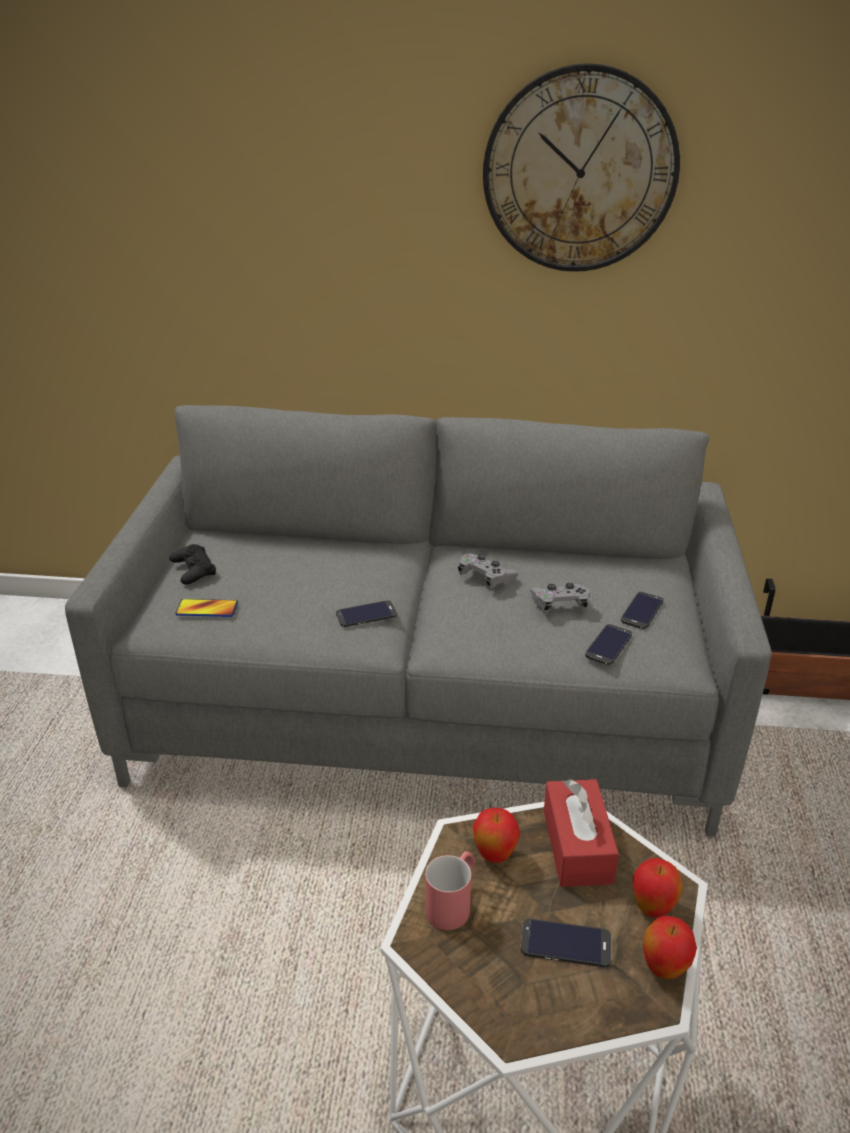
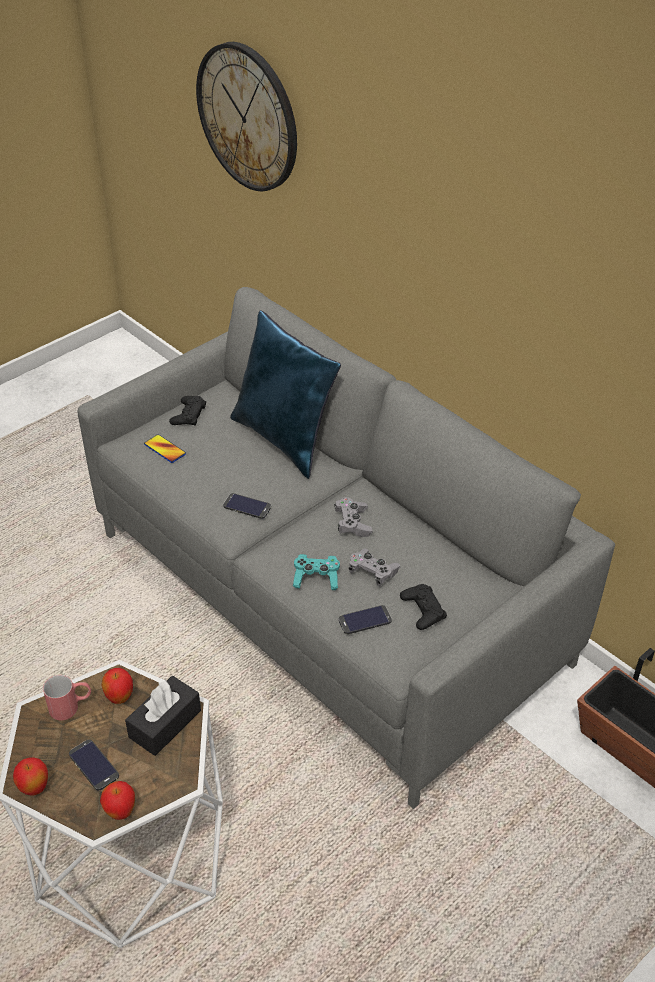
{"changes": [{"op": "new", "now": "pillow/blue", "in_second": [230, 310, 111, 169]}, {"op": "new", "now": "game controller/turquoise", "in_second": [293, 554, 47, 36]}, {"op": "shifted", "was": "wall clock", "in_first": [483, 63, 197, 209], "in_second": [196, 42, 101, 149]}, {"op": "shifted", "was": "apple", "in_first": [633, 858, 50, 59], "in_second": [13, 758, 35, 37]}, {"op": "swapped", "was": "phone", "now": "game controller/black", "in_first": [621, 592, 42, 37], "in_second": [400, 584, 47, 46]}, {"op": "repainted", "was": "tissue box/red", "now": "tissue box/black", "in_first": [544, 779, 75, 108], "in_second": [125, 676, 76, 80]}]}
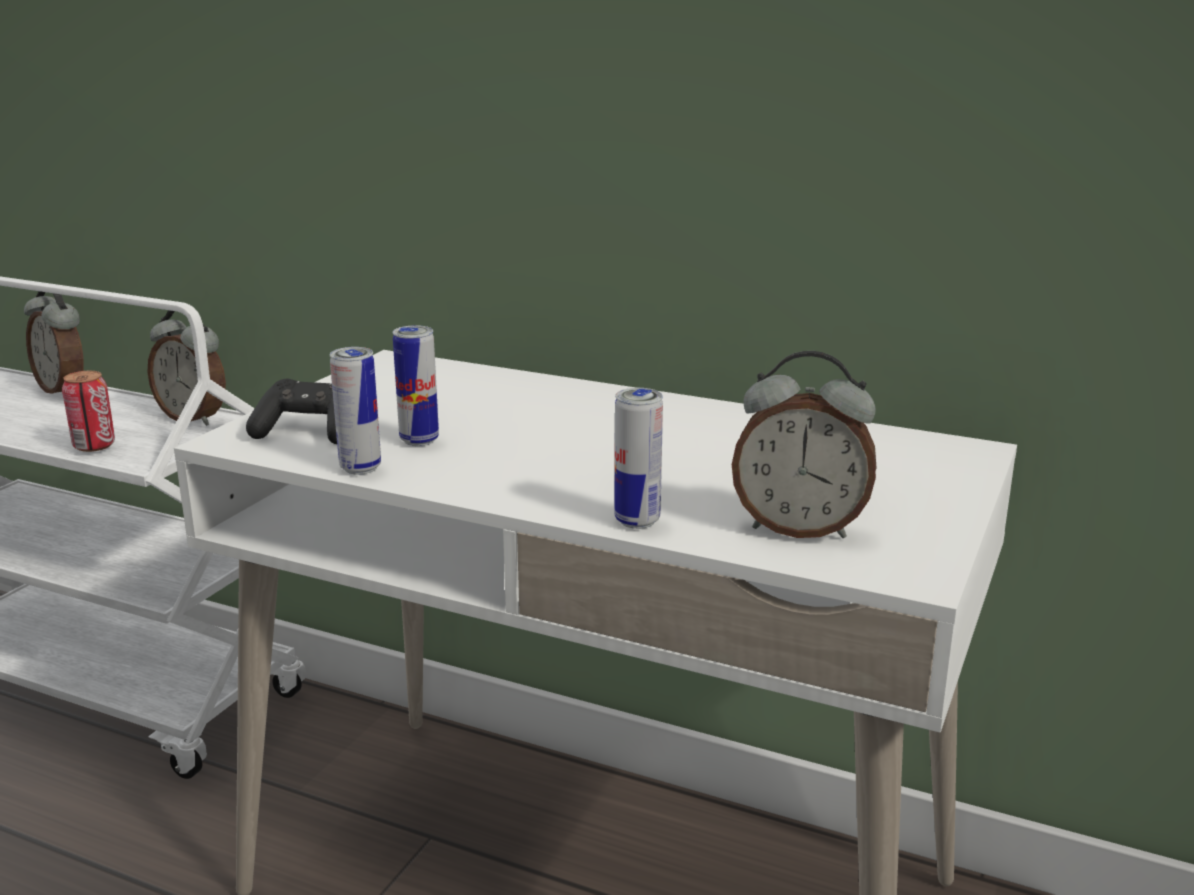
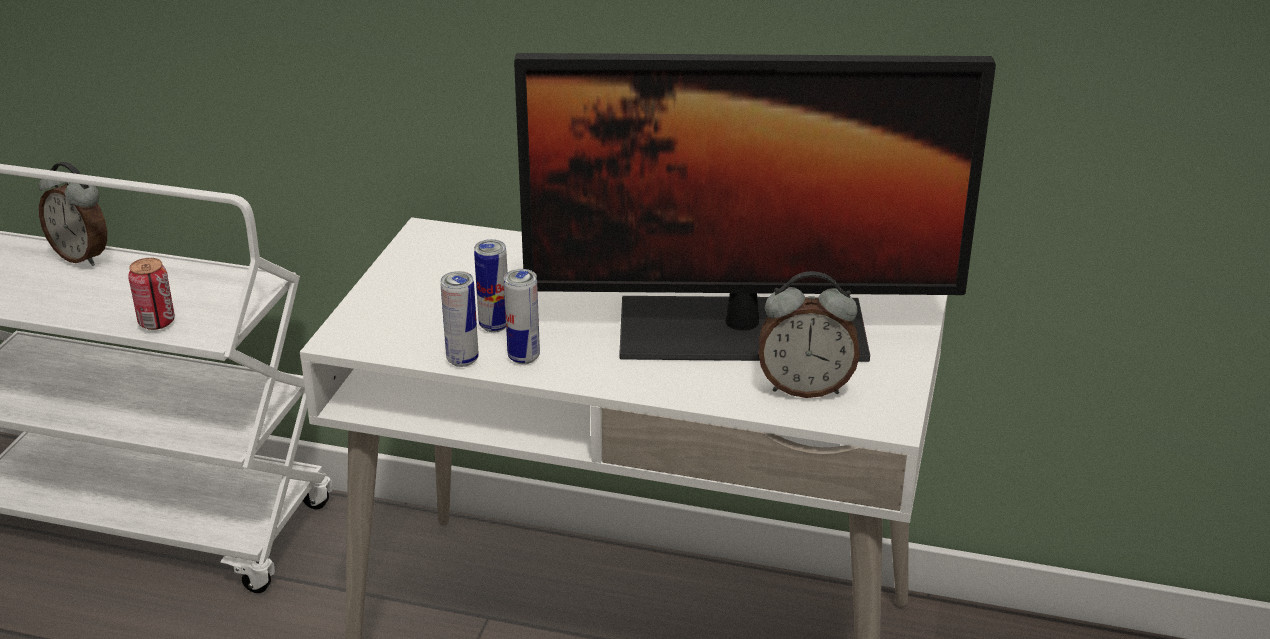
{"changes": [{"op": "gone", "was": "alarm clock", "in_first": [148, 310, 78, 116]}, {"op": "gone", "was": "game controller/black", "in_first": [246, 379, 91, 65]}, {"op": "new", "now": "monitor", "in_second": [514, 53, 482, 309]}, {"op": "shifted", "was": "can", "in_first": [614, 388, 49, 141], "in_second": [504, 269, 36, 95]}]}
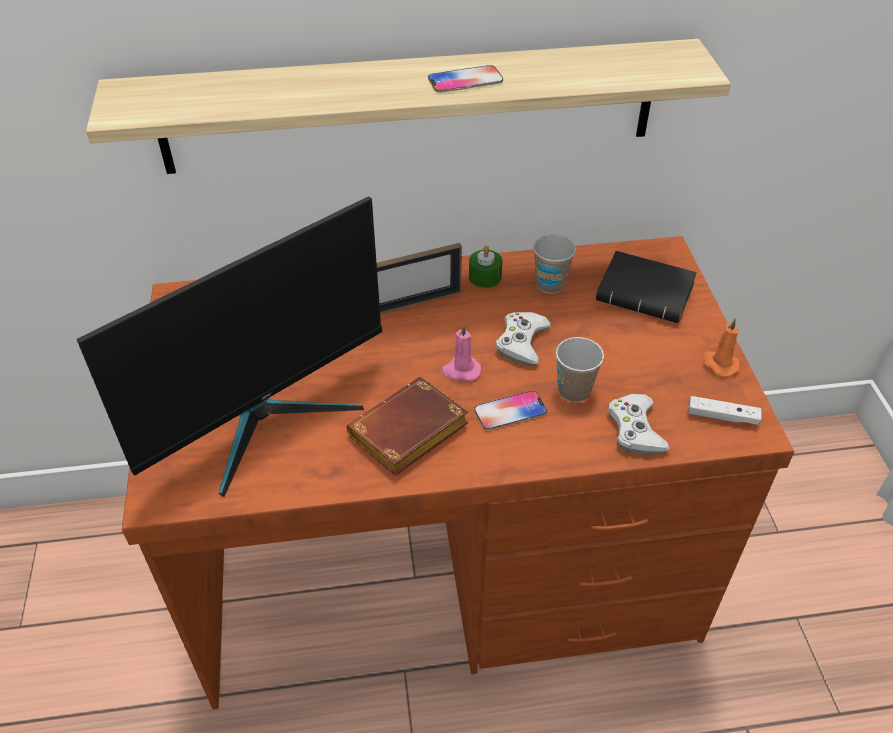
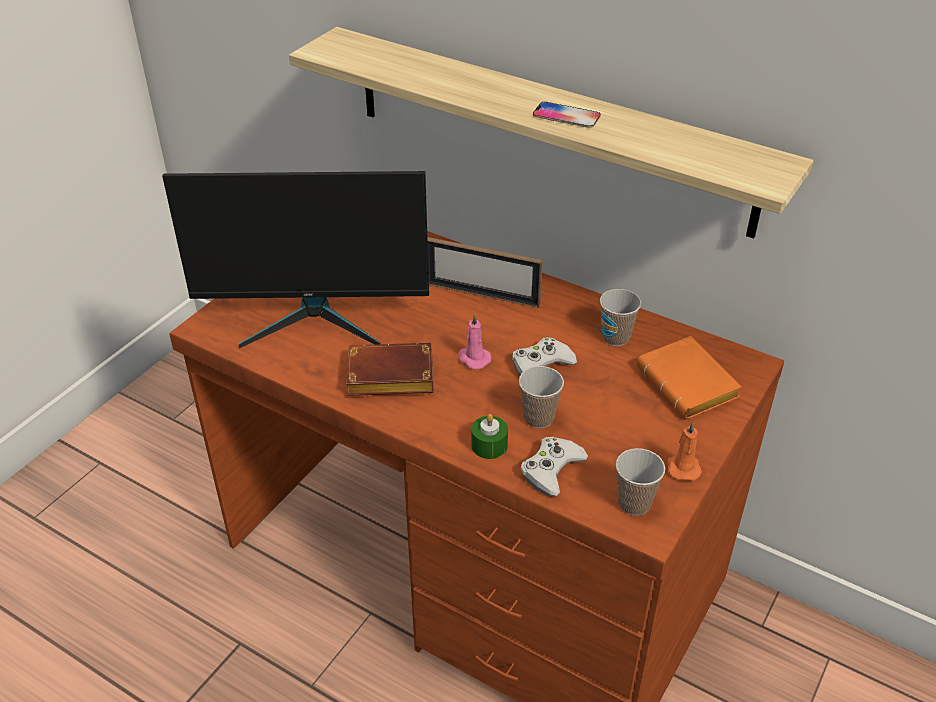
{"changes": [{"op": "gone", "was": "phone", "in_first": [474, 391, 73, 39]}, {"op": "shifted", "was": "candle/green", "in_first": [469, 246, 33, 42], "in_second": [471, 414, 37, 45]}, {"op": "swapped", "was": "game controller/white", "now": "cup", "in_first": [688, 396, 74, 29], "in_second": [616, 448, 49, 68]}, {"op": "repainted", "was": "book/black", "now": "book/orange", "in_first": [596, 251, 101, 72], "in_second": [637, 336, 105, 83]}]}
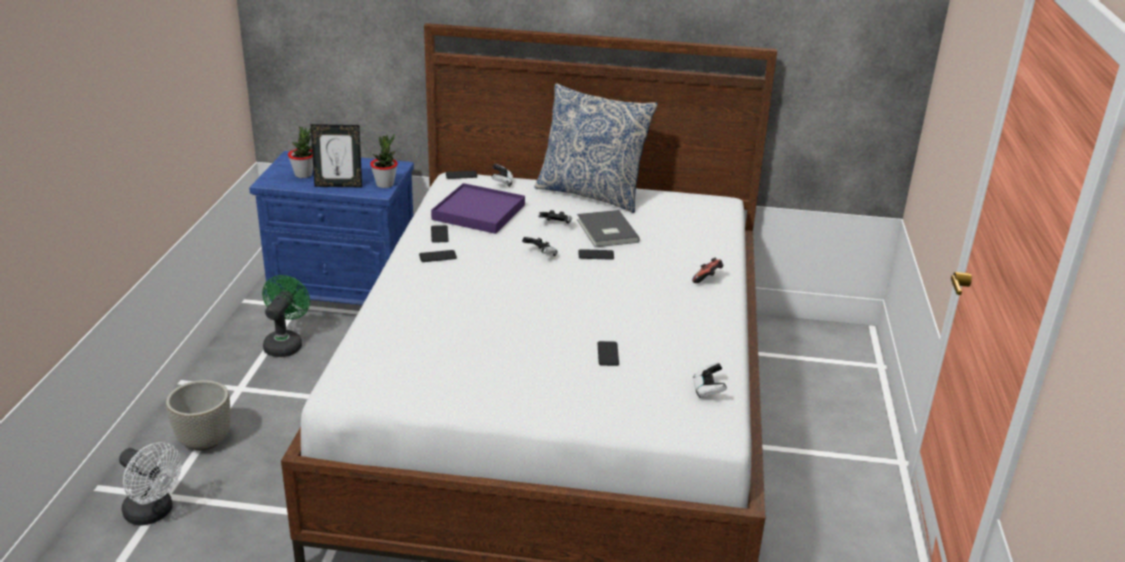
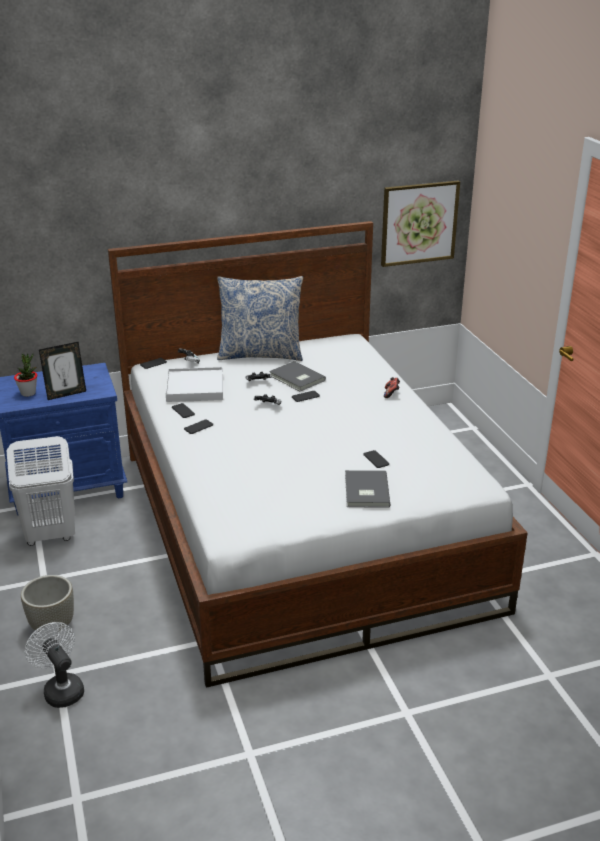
{"changes": [{"op": "gone", "was": "potted plant", "in_first": [370, 134, 28, 54]}, {"op": "gone", "was": "game controller", "in_first": [693, 363, 34, 35]}, {"op": "new", "now": "book/grey", "in_second": [345, 470, 45, 38]}, {"op": "new", "now": "picture", "in_second": [381, 181, 79, 86]}, {"op": "swapped", "was": "fan/green", "now": "laundry basket/white", "in_first": [262, 275, 48, 82], "in_second": [6, 436, 69, 110]}, {"op": "repainted", "was": "tray/purple", "now": "tray/white", "in_first": [431, 183, 94, 51], "in_second": [166, 367, 57, 35]}, {"op": "rotated", "was": "fan/white", "in_first": [119, 442, 63, 84], "in_second": [25, 622, 59, 86], "clockwise": -135}]}
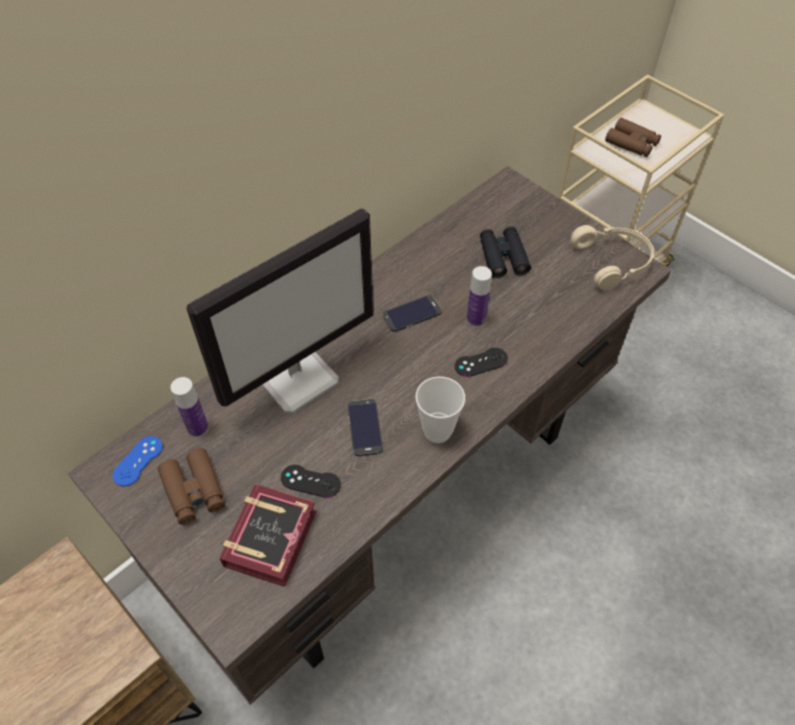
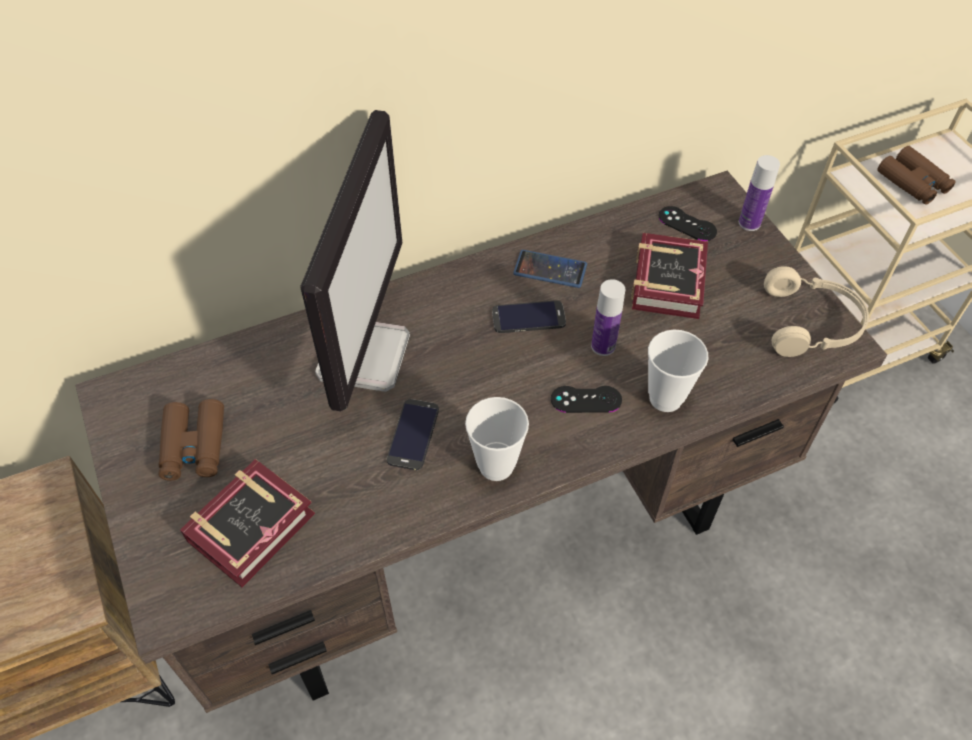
{"changes": [{"op": "gone", "was": "game controller/blue", "in_first": [112, 436, 51, 50]}, {"op": "new", "now": "phone", "in_second": [513, 250, 74, 38]}, {"op": "new", "now": "cup", "in_second": [648, 330, 60, 82]}, {"op": "shifted", "was": "bottle", "in_first": [170, 377, 39, 60], "in_second": [739, 155, 41, 76]}, {"op": "shifted", "was": "game controller/black", "in_first": [281, 465, 60, 33], "in_second": [659, 206, 58, 35]}, {"op": "swapped", "was": "binoculars/black", "now": "book", "in_first": [480, 227, 51, 51], "in_second": [631, 233, 77, 86]}, {"op": "rotated", "was": "monitor", "in_first": [186, 209, 188, 205], "in_second": [300, 110, 110, 301], "clockwise": -60}]}
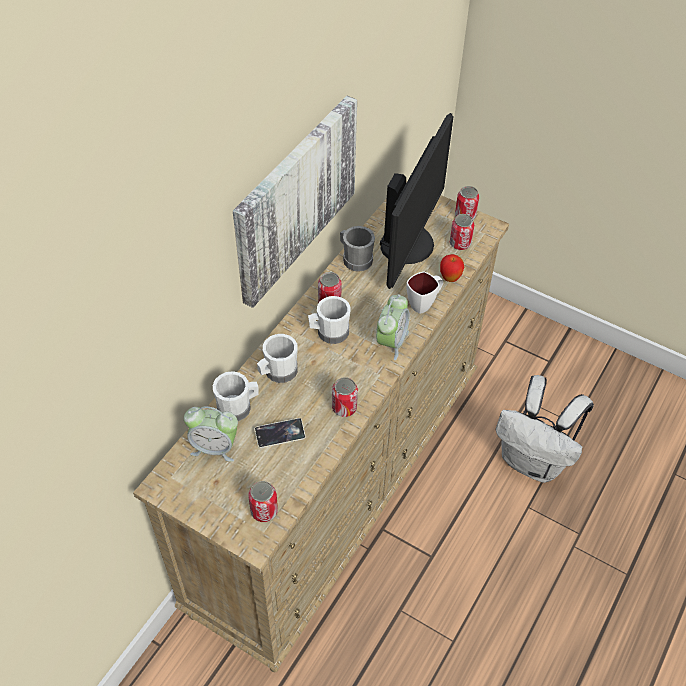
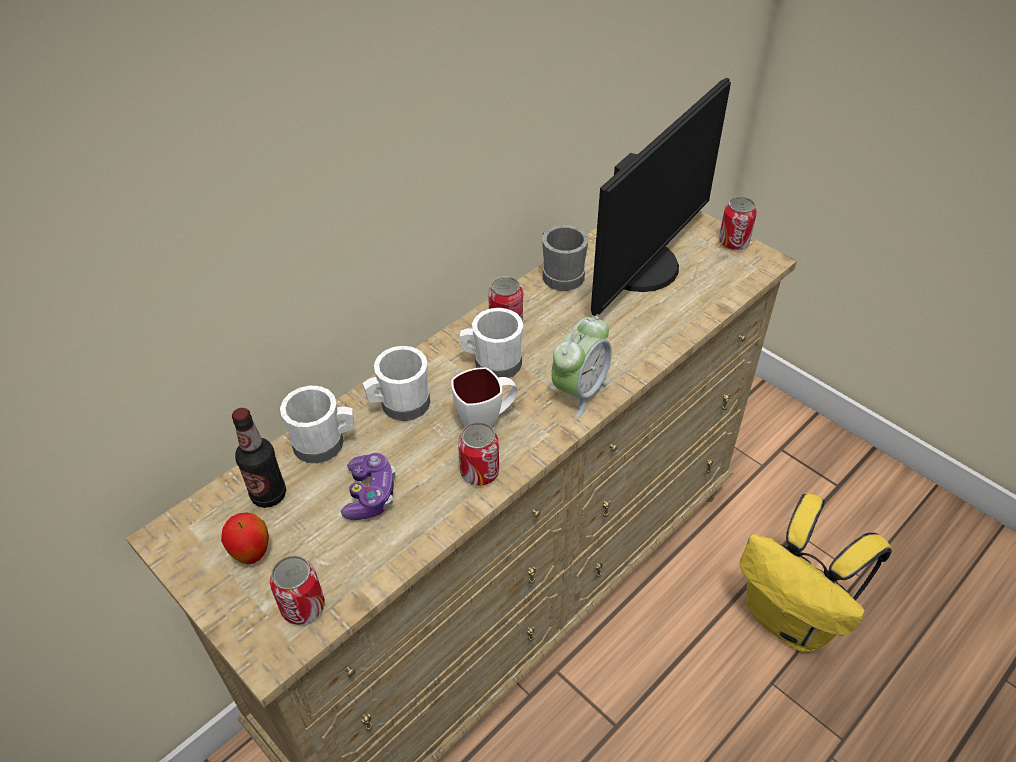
{"changes": [{"op": "gone", "was": "picture", "in_first": [233, 96, 124, 212]}, {"op": "gone", "was": "can", "in_first": [450, 214, 24, 36]}, {"op": "shifted", "was": "mug/white", "in_first": [406, 272, 37, 42], "in_second": [451, 367, 67, 61]}, {"op": "shifted", "was": "apple", "in_first": [440, 254, 24, 28], "in_second": [221, 512, 48, 52]}, {"op": "swapped", "was": "alarm clock", "now": "bottle", "in_first": [184, 407, 54, 55], "in_second": [232, 408, 54, 100]}, {"op": "swapped", "was": "phone", "now": "game controller", "in_first": [254, 418, 52, 30], "in_second": [341, 453, 54, 67]}, {"op": "repainted", "was": "backpack/white", "now": "backpack/yellow", "in_first": [496, 375, 98, 108], "in_second": [740, 494, 152, 158]}]}
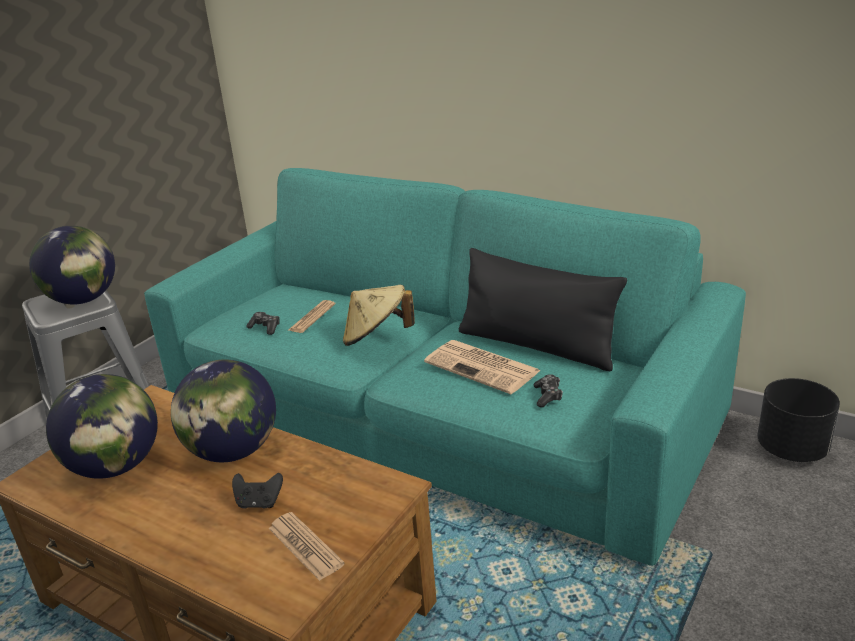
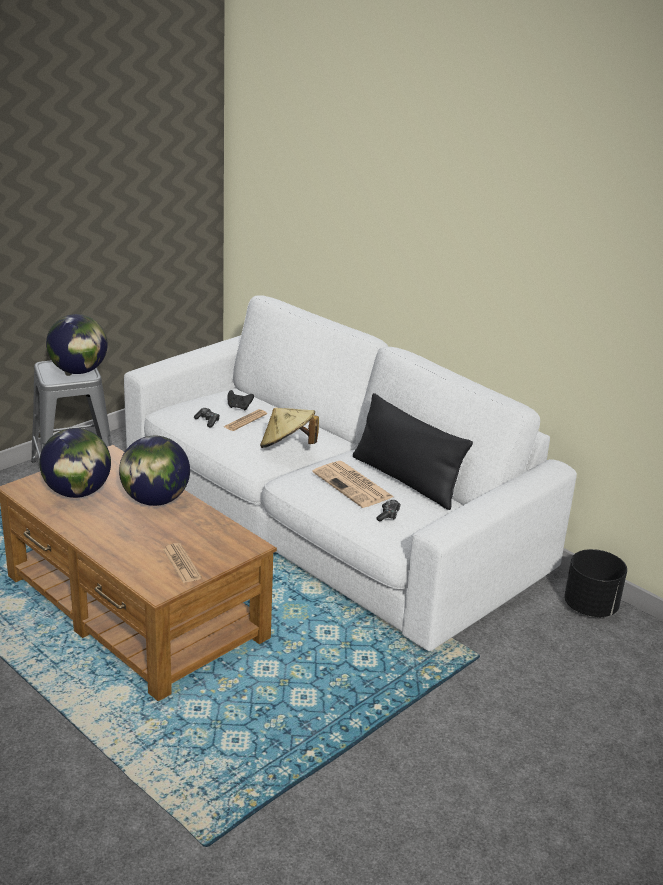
{"changes": [{"op": "shifted", "was": "game controller/black", "in_first": [232, 473, 51, 36], "in_second": [228, 390, 26, 20]}, {"op": "repainted", "was": "sofa/turquoise", "now": "sofa/white", "in_first": [144, 168, 602, 398], "in_second": [124, 295, 453, 356]}]}
